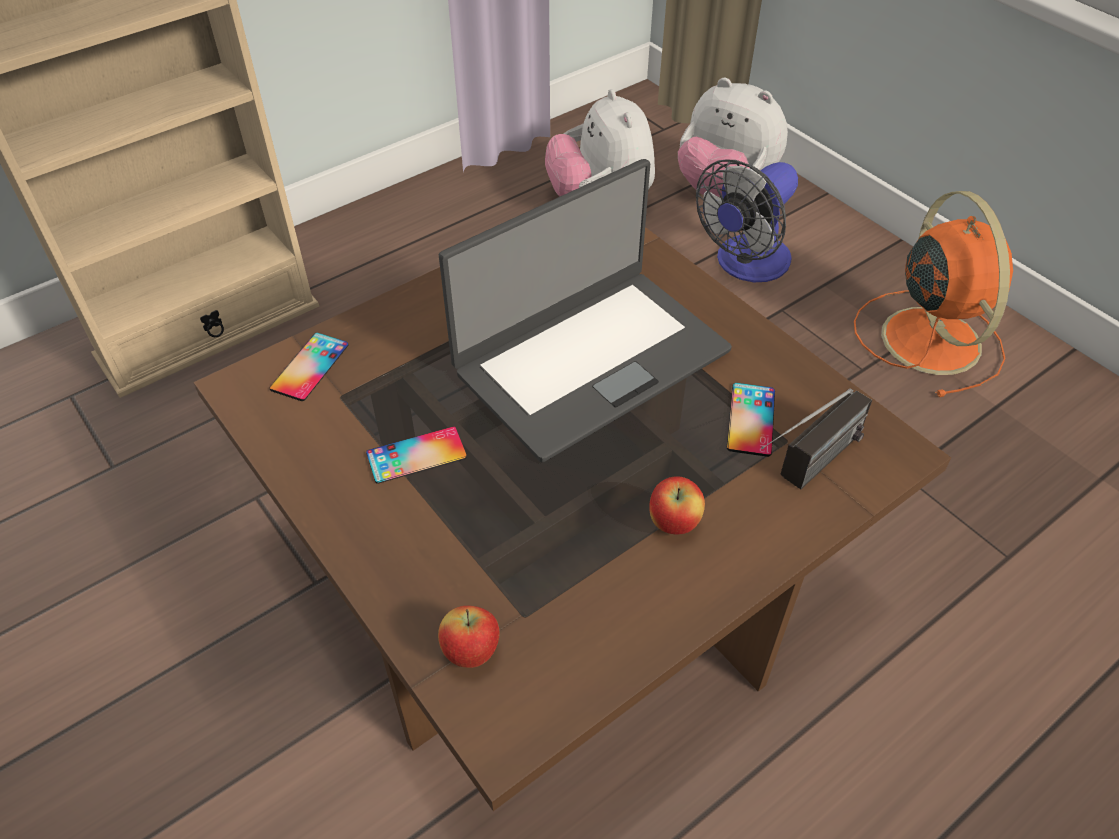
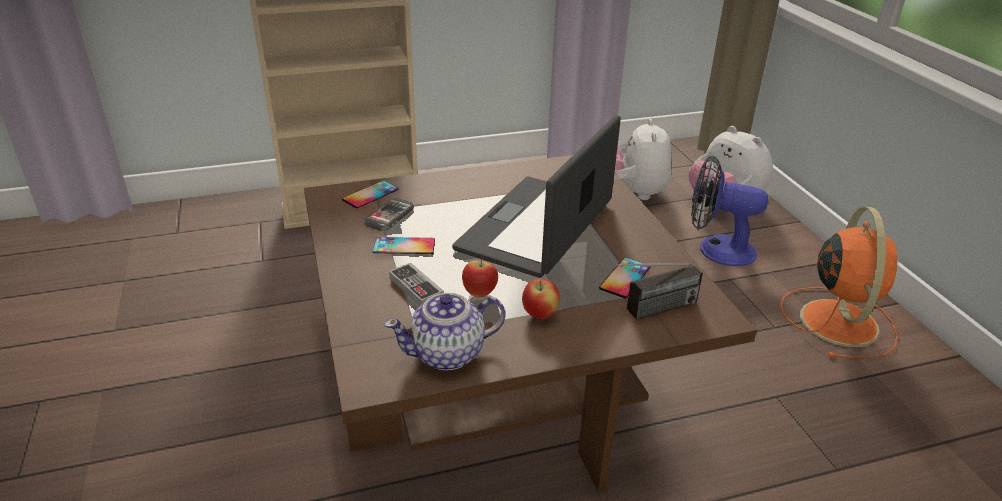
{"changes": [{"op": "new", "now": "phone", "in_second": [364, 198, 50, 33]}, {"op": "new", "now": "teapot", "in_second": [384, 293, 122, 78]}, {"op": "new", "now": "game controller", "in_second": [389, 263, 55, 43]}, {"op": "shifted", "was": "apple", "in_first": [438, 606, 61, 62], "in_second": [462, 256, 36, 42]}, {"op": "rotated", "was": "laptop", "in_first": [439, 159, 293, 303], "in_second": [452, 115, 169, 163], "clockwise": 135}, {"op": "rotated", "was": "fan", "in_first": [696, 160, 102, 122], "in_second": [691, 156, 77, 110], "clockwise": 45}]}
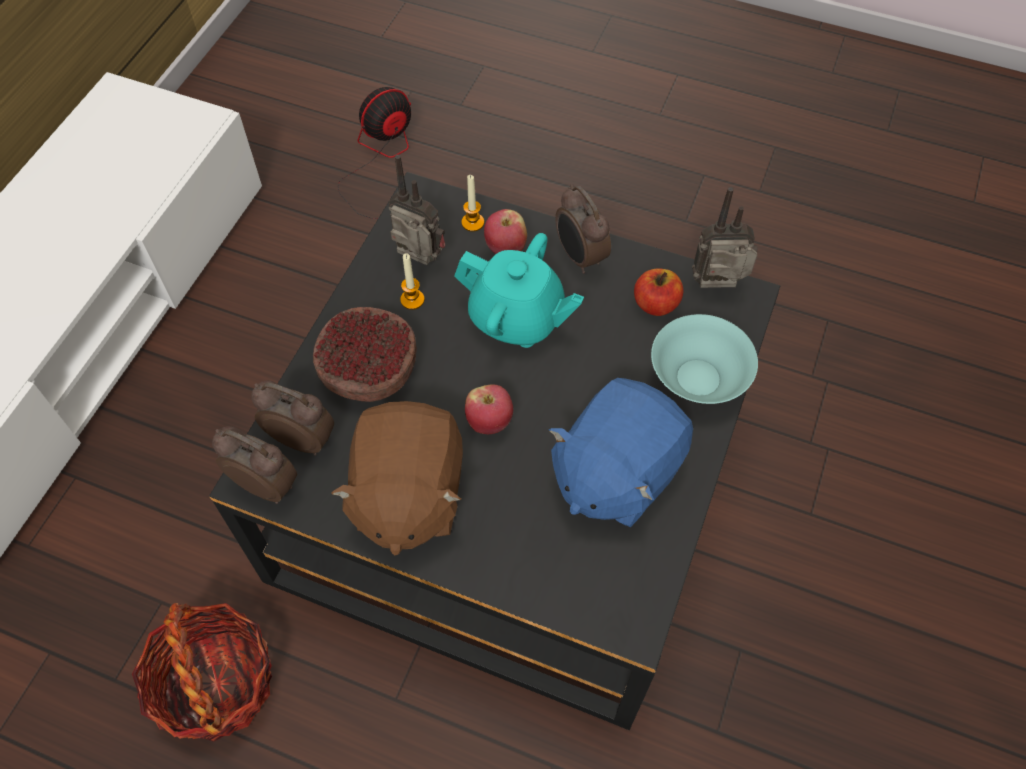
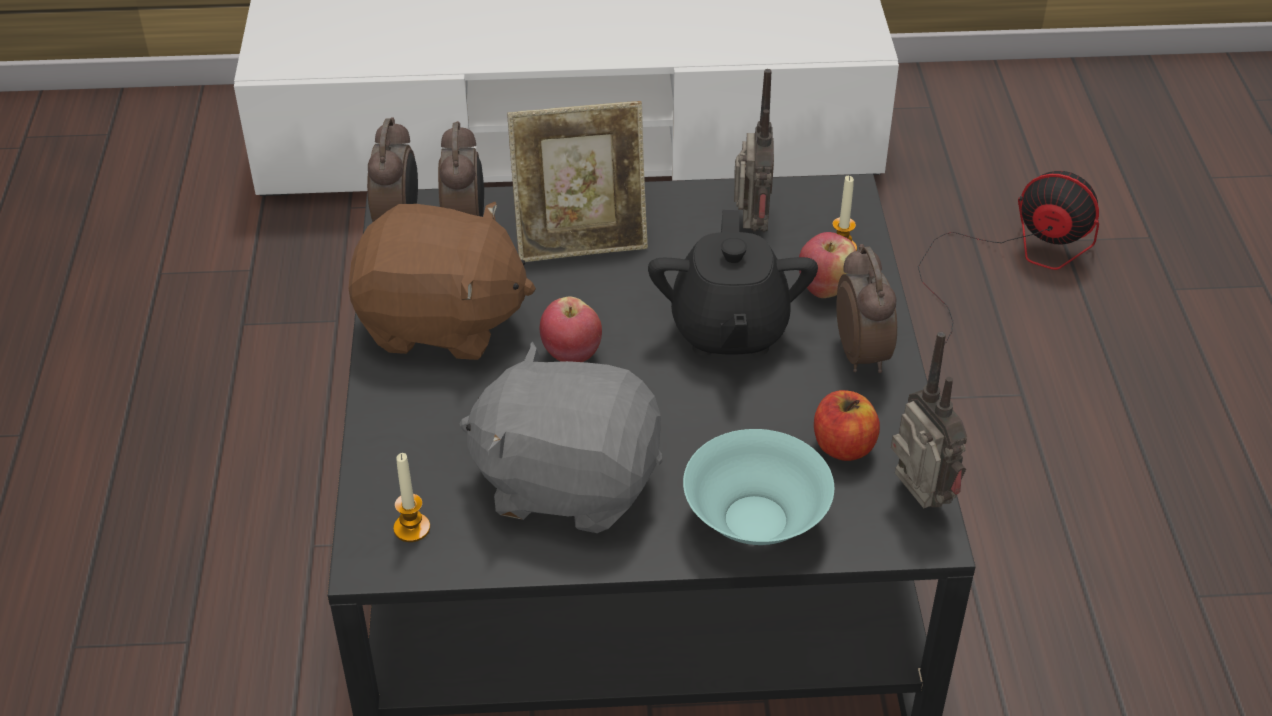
{"changes": [{"op": "gone", "was": "basket", "in_first": [132, 603, 140, 139]}, {"op": "shifted", "was": "candle", "in_first": [400, 253, 25, 57], "in_second": [393, 453, 37, 89]}, {"op": "swapped", "was": "bowl", "now": "picture frame", "in_first": [313, 307, 104, 95], "in_second": [507, 101, 141, 161]}, {"op": "repainted", "was": "teapot/turquoise", "now": "teapot/black", "in_first": [454, 233, 130, 115], "in_second": [648, 210, 170, 146]}, {"op": "repainted", "was": "plush toy/blue", "now": "plush toy/grey", "in_first": [549, 378, 144, 149], "in_second": [460, 341, 202, 192]}, {"op": "rotated", "was": "plush toy/brown", "in_first": [331, 401, 132, 154], "in_second": [348, 202, 188, 158], "clockwise": -150}, {"op": "rotated", "was": "alarm clock", "in_first": [556, 184, 55, 90], "in_second": [836, 244, 61, 129], "clockwise": 135}]}
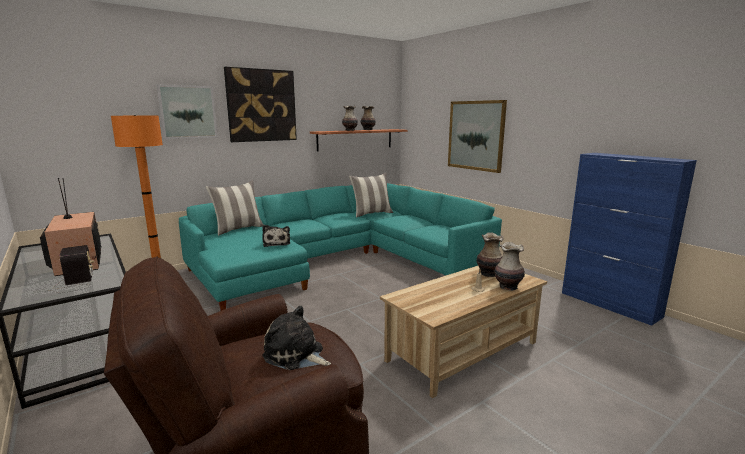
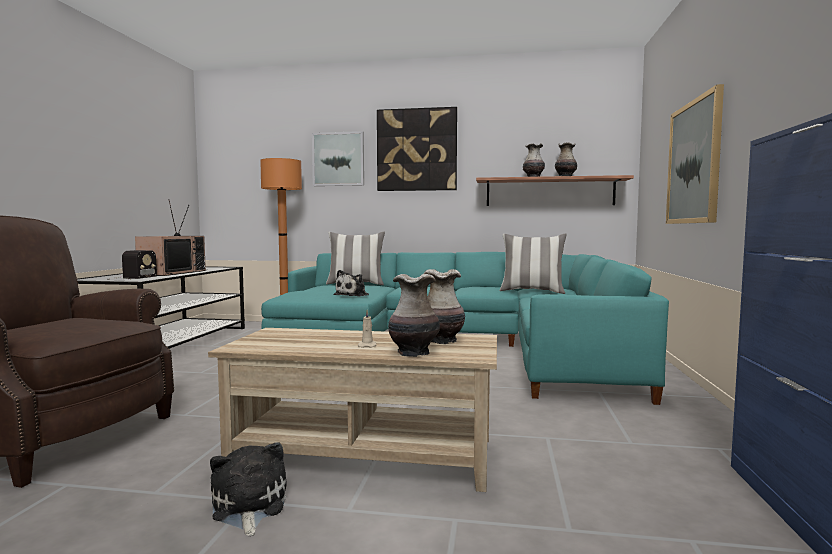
{"changes": [{"op": "shifted", "was": "plush toy", "in_first": [262, 306, 69, 64], "in_second": [210, 442, 76, 94]}]}
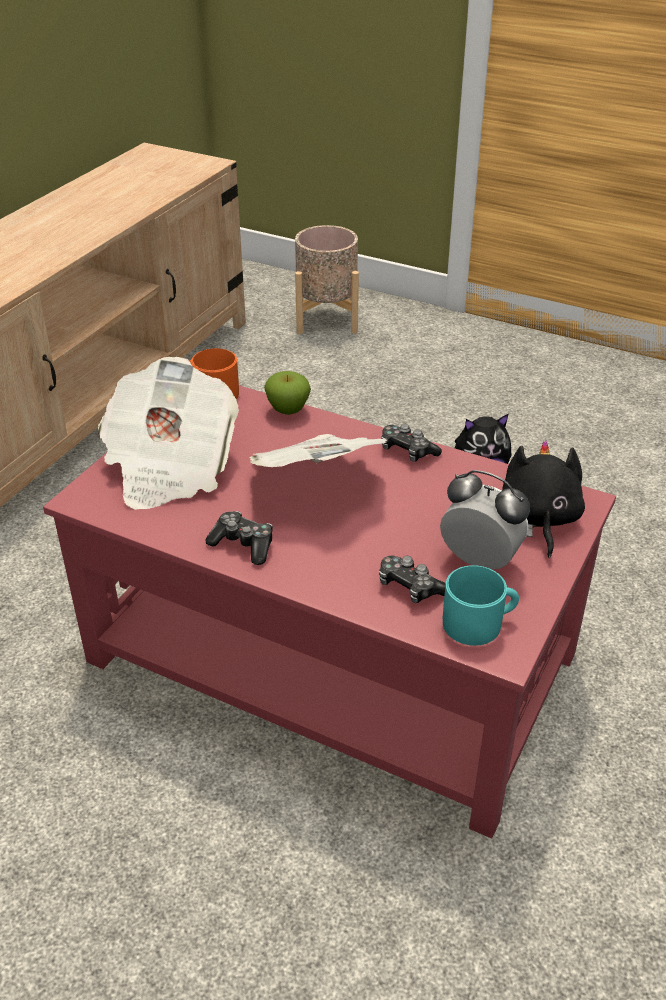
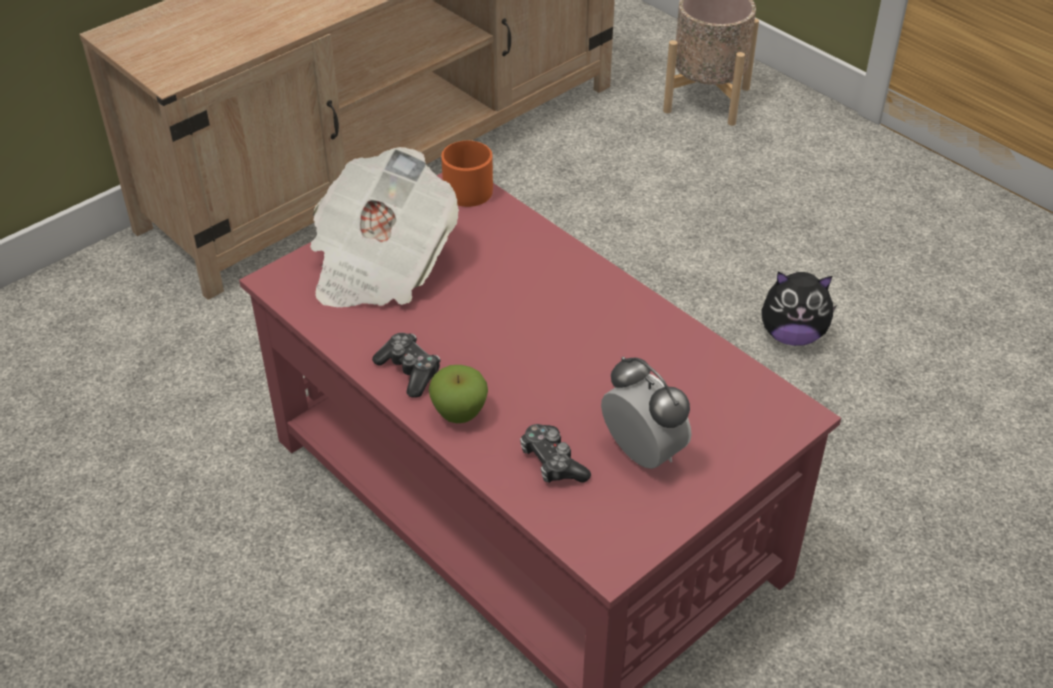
{"changes": [{"op": "gone", "was": "newspaper", "in_first": [250, 434, 137, 33]}, {"op": "gone", "was": "game controller", "in_first": [381, 424, 61, 38]}, {"op": "gone", "was": "mug/turquoise", "in_first": [443, 565, 76, 81]}, {"op": "gone", "was": "plush toy/black", "in_first": [502, 440, 83, 118]}, {"op": "shifted", "was": "apple", "in_first": [264, 371, 47, 44], "in_second": [429, 365, 59, 58]}]}
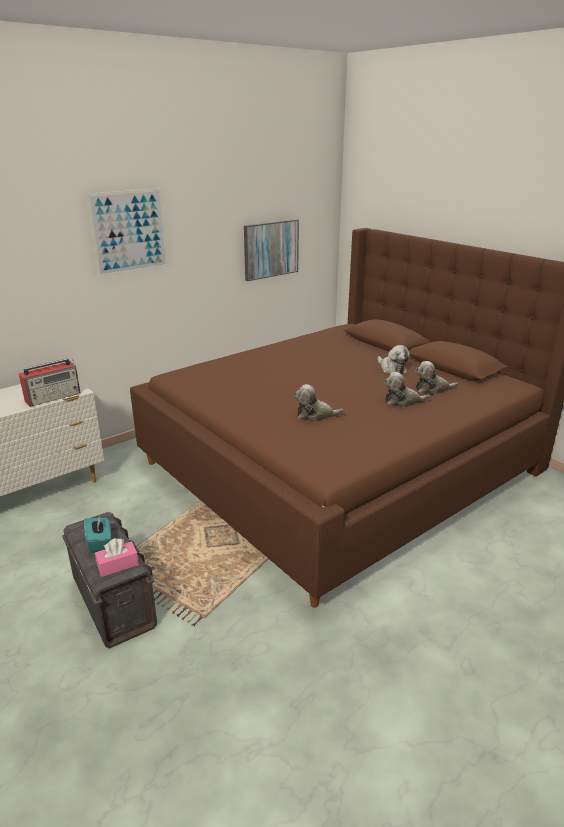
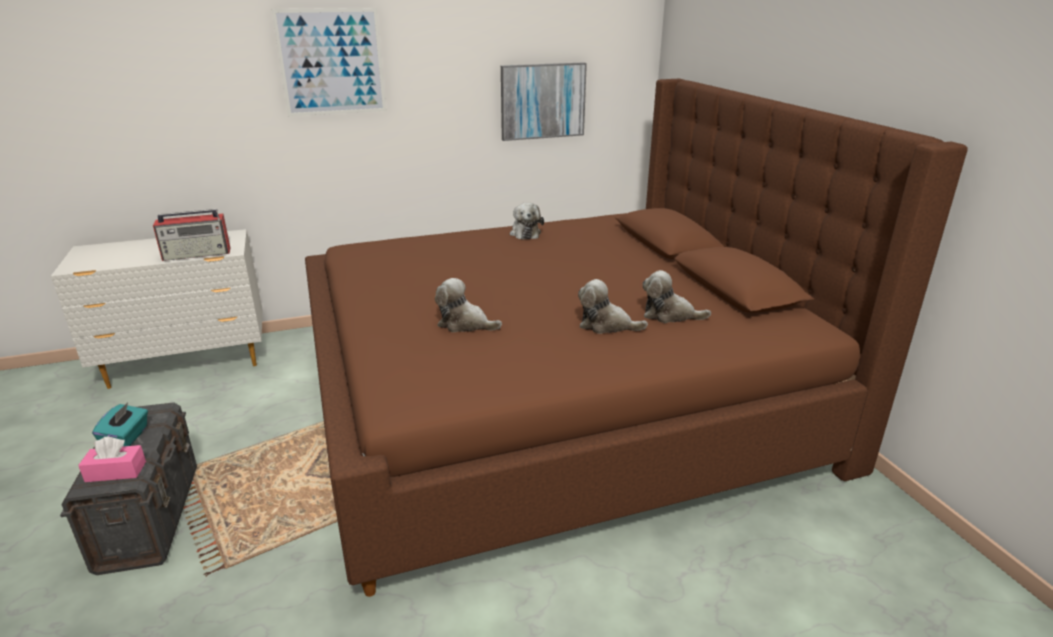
{"changes": [{"op": "shifted", "was": "plush toy", "in_first": [377, 345, 33, 29], "in_second": [510, 202, 34, 38]}]}
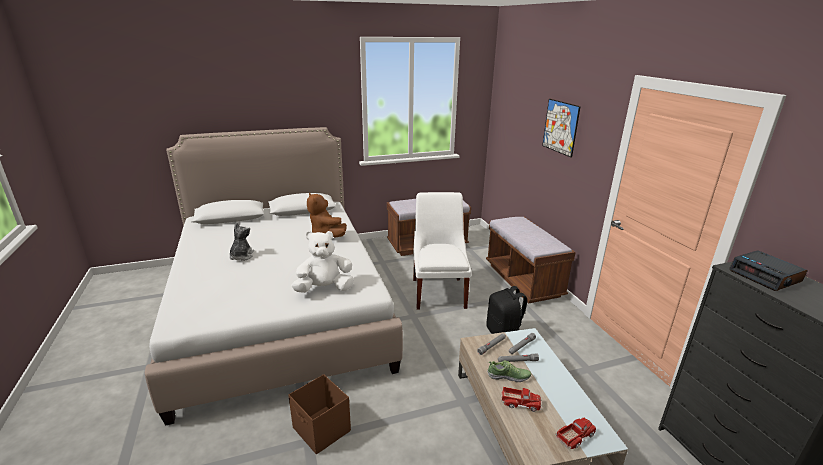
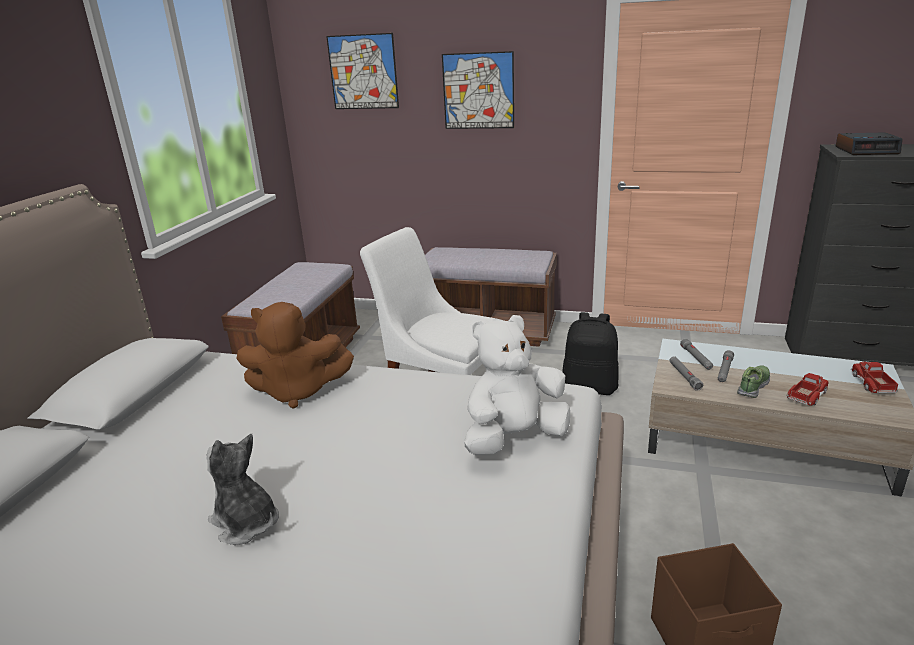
{"changes": [{"op": "new", "now": "picture", "in_second": [326, 33, 73, 76]}, {"op": "rotated", "was": "plush toy/white", "in_first": [292, 231, 62, 62], "in_second": [464, 315, 106, 140], "clockwise": 45}]}
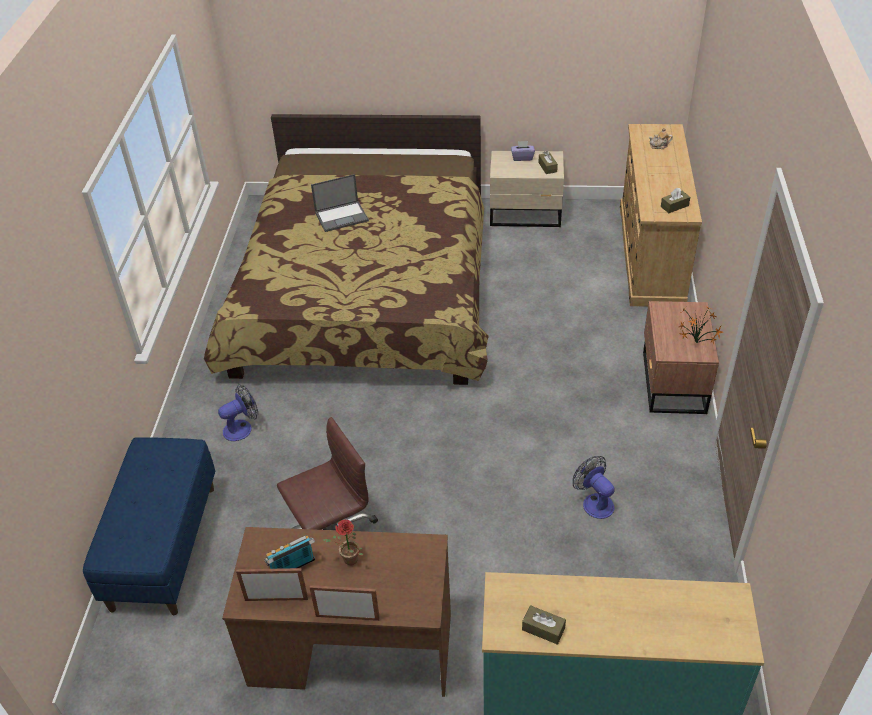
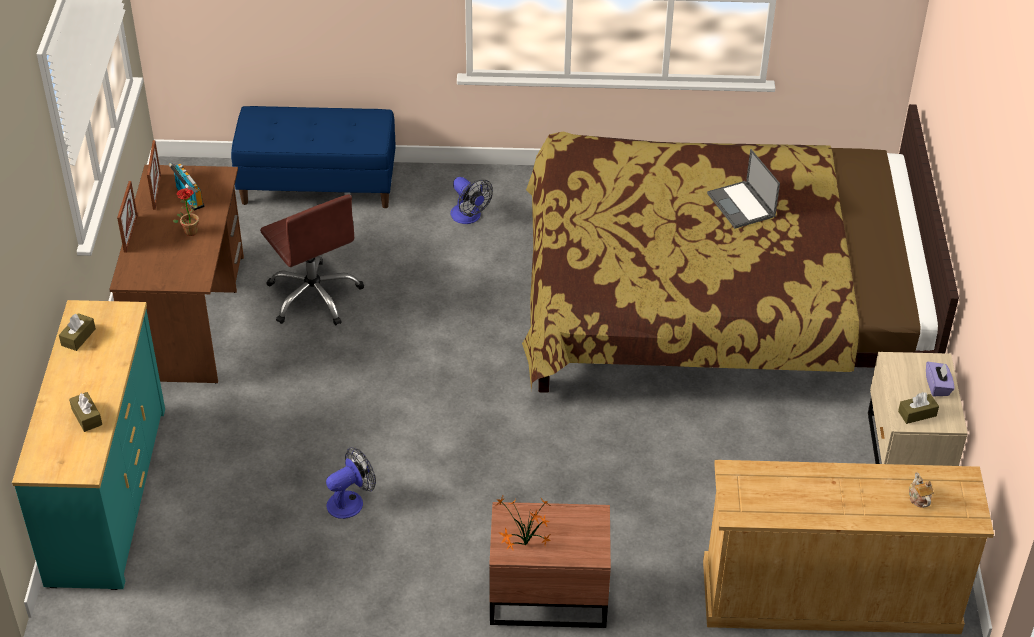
{"changes": [{"op": "shifted", "was": "tissue box/brown", "in_first": [661, 188, 29, 25], "in_second": [69, 392, 33, 40]}]}
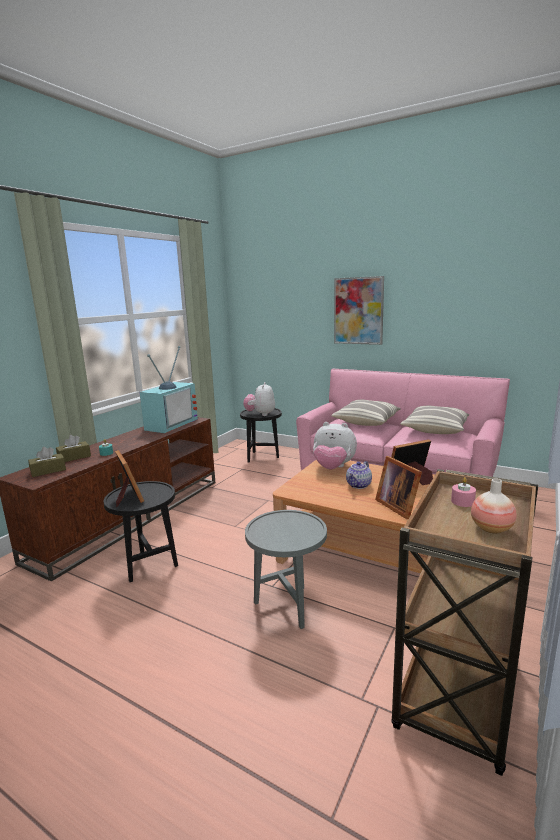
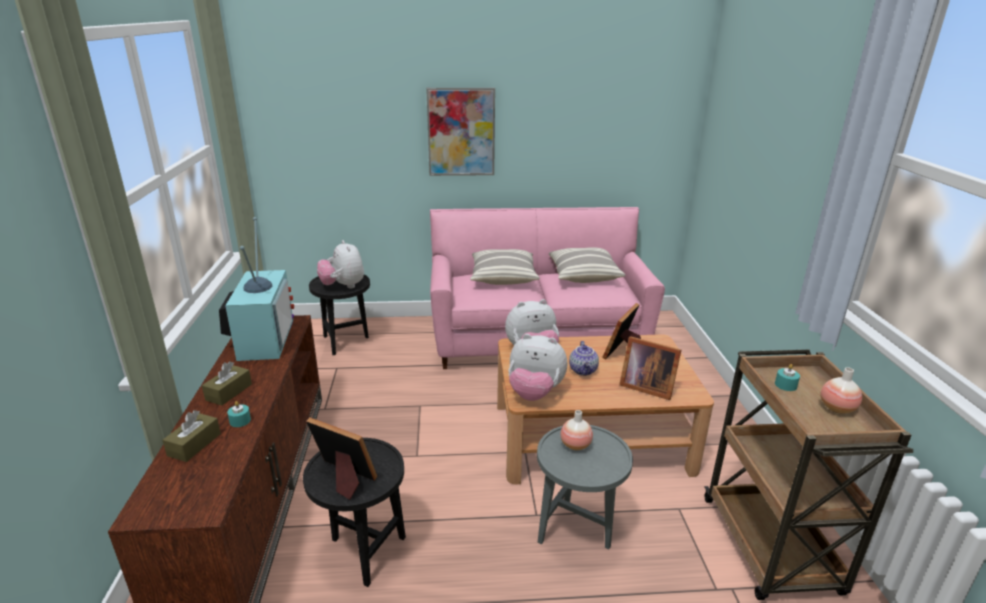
{"changes": [{"op": "new", "now": "plush toy", "in_second": [509, 334, 58, 67]}, {"op": "new", "now": "vase", "in_second": [560, 410, 33, 40]}, {"op": "shifted", "was": "tissue box/brown", "in_first": [28, 447, 38, 30], "in_second": [202, 361, 50, 45]}, {"op": "repainted", "was": "candle/pink", "now": "candle/turquoise", "in_first": [451, 477, 25, 30], "in_second": [775, 364, 25, 27]}]}
